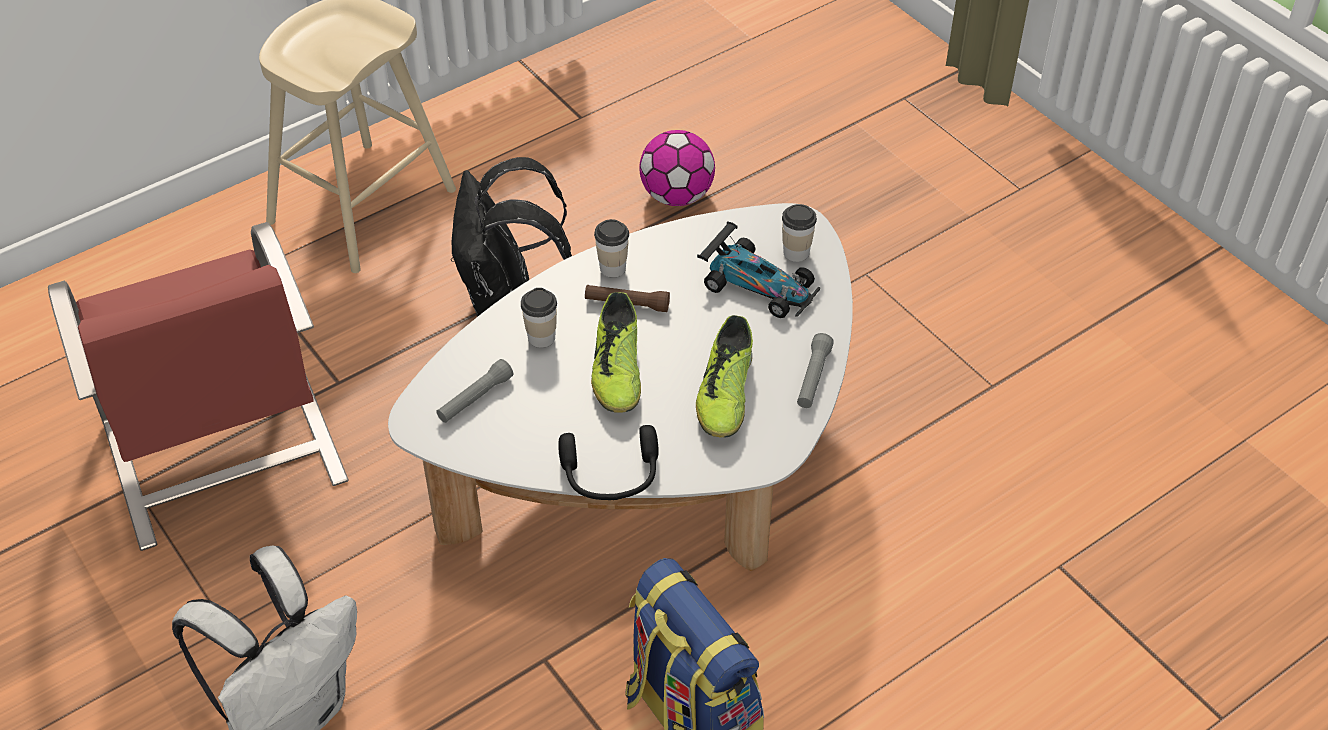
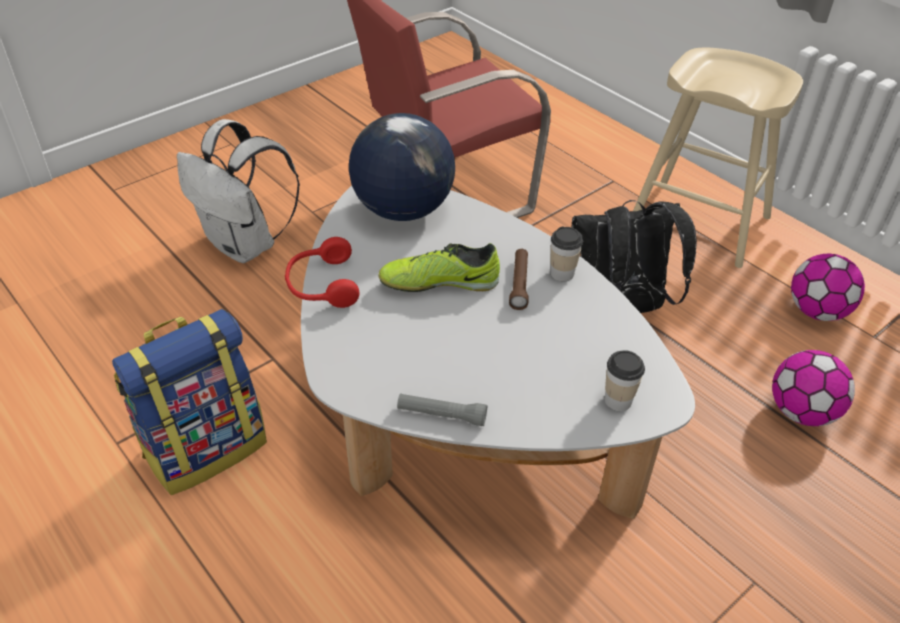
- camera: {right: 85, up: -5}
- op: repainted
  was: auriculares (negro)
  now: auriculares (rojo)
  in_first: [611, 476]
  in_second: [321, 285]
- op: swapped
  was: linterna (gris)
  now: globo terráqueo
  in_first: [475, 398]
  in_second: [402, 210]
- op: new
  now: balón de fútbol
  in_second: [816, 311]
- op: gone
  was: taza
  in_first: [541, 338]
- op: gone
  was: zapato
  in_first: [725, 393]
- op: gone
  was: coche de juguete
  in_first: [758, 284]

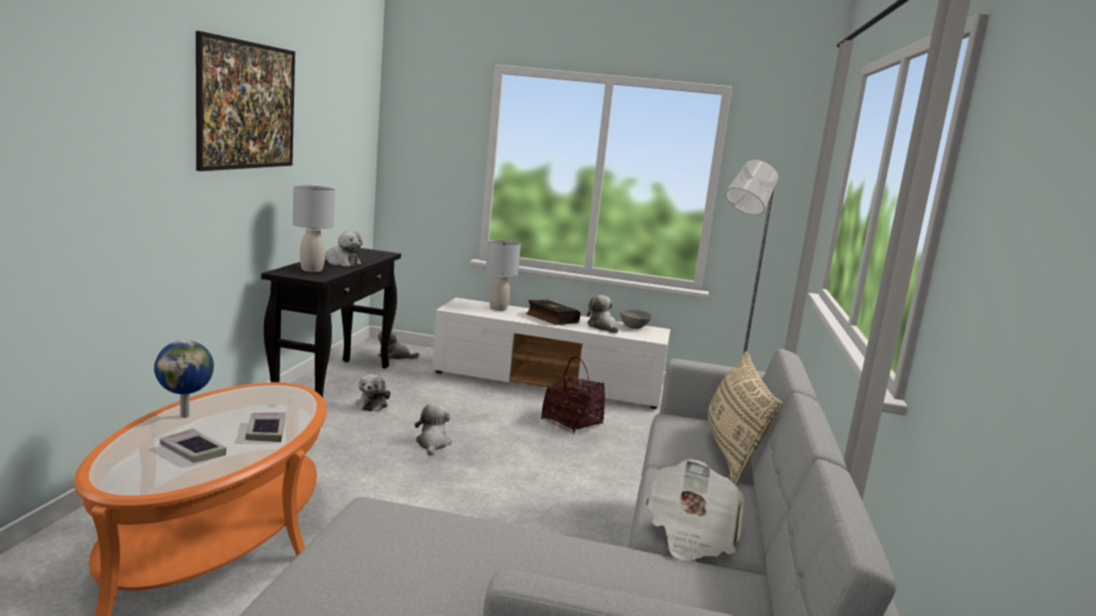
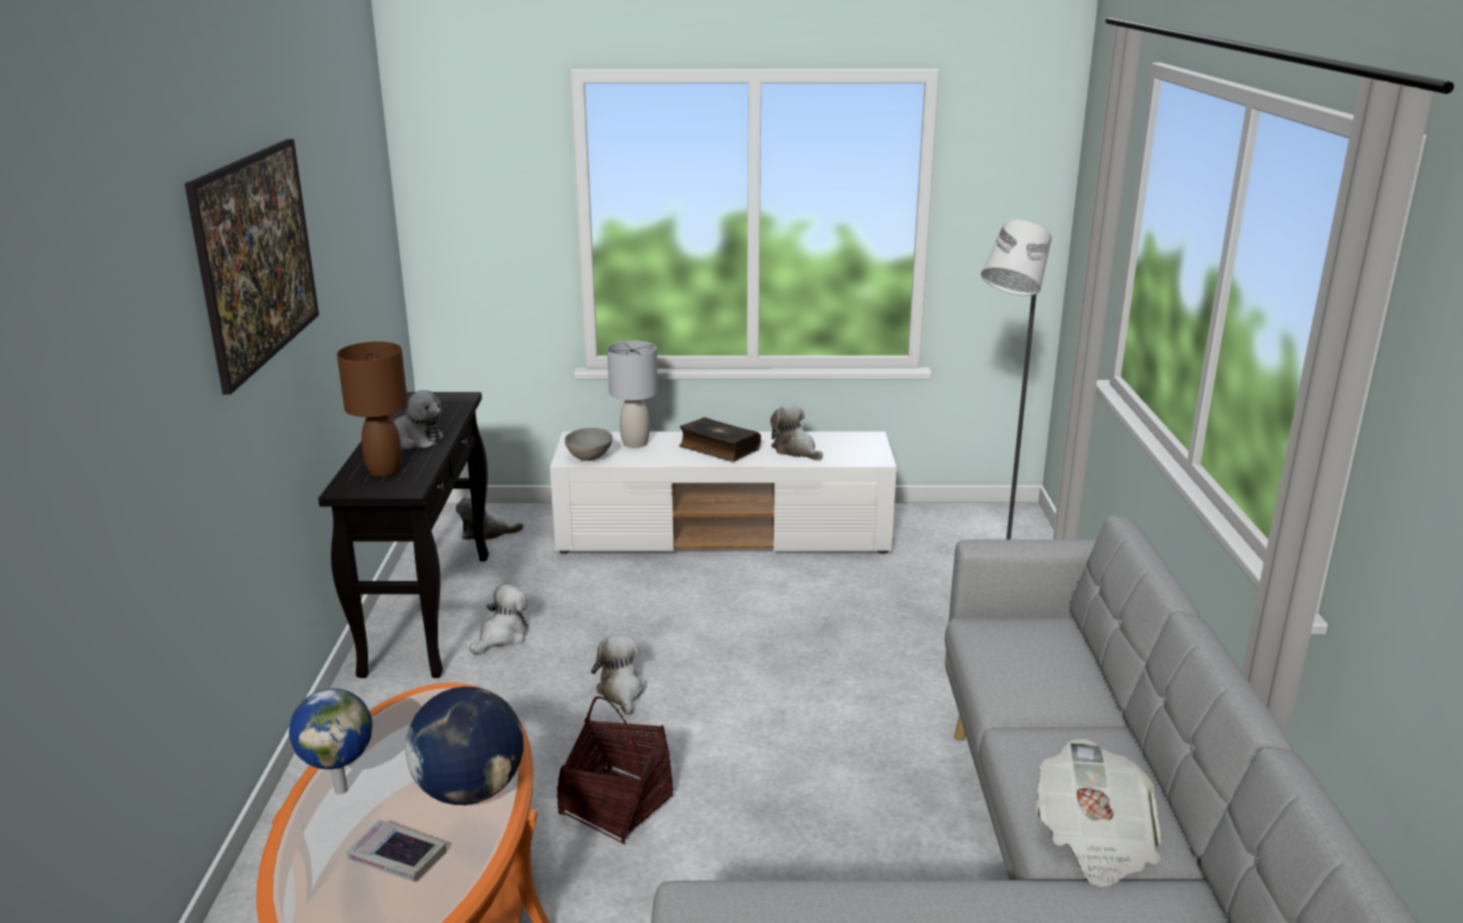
- camera: {right: -10, up: 10}
- op: repainted
  was: lámpara de mesa (gris)
  now: lámpara de mesa (marrón)
  in_first: [312, 270]
  in_second: [385, 470]
- op: swapped
  was: libro
  now: globo terráqueo
  in_first: [265, 431]
  in_second: [470, 791]
- op: rotated
  was: peluche
  in_first: [372, 404]
  in_second: [502, 636]
  clockwise: -135
- op: shifted
  was: cesta
  in_first: [572, 422]
  in_second: [616, 806]
- op: shifted
  was: cuenco (gris)
  in_first: [634, 327]
  in_second: [590, 457]
- op: gone
  was: cojín (beis)
  in_first: [731, 451]

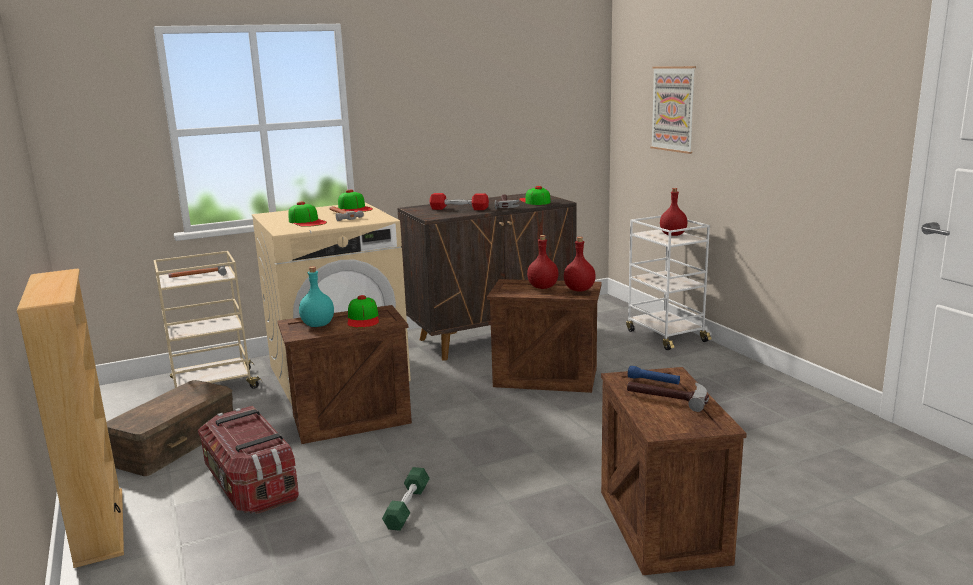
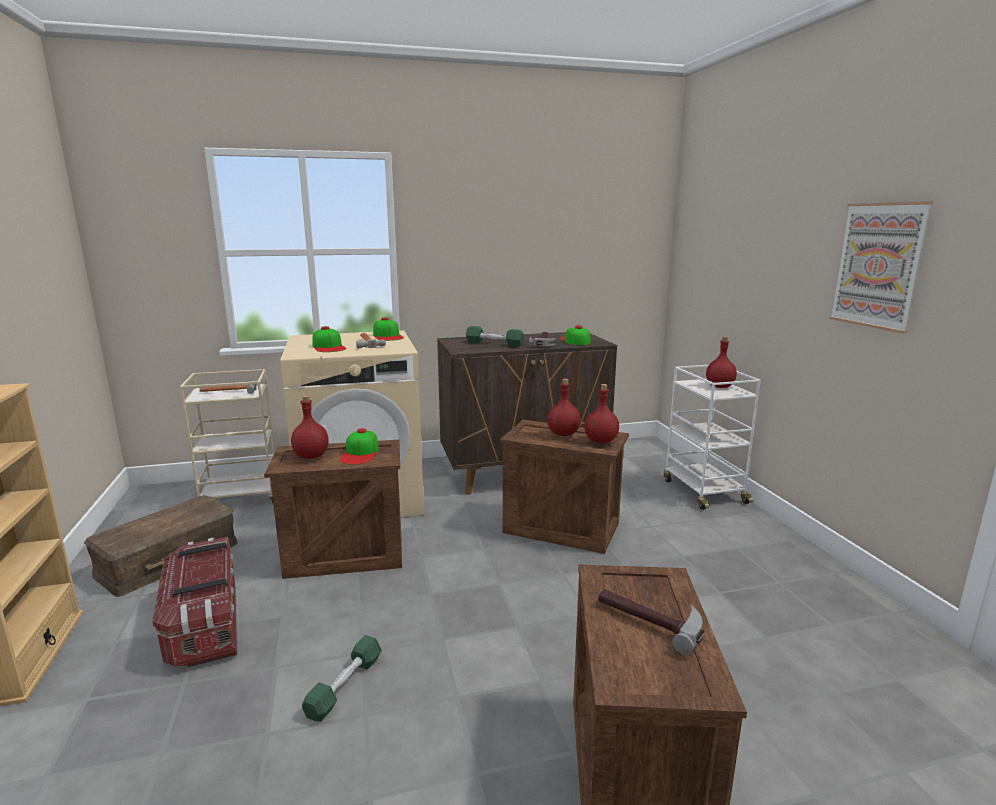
- camera: {right: 10, up: 0}
- op: repainted
  was: botella (turquesa)
  now: botella (rojo)
  in_first: [317, 325]
  in_second: [311, 456]
- op: repainted
  was: mancuerna (rojo)
  now: mancuerna (verde)
  in_first: [459, 209]
  in_second: [494, 343]
- op: shifted
  was: cuadro
  in_first: [673, 109]
  in_second: [878, 265]
- op: gone
  was: linterna (azul)
  in_first: [653, 381]

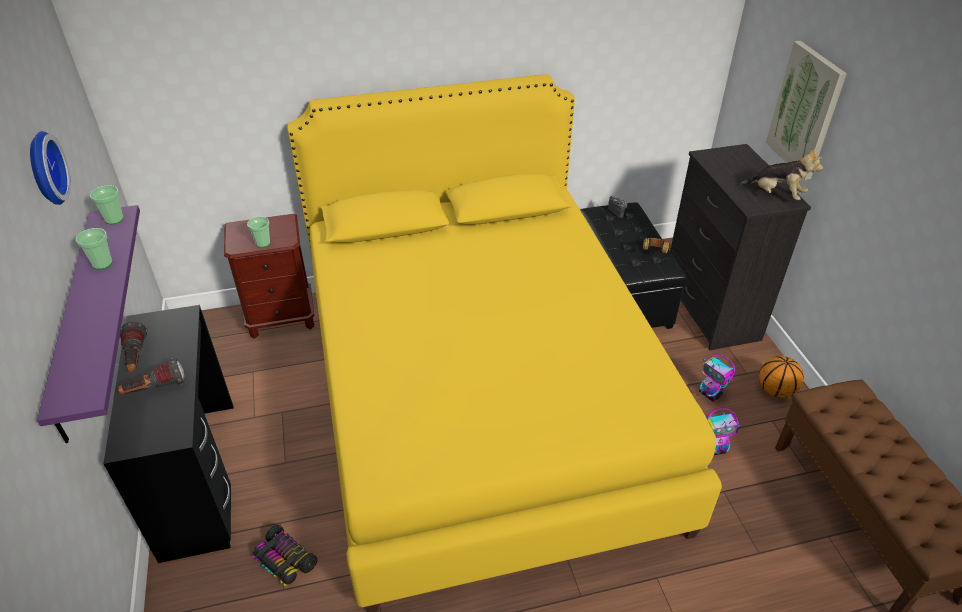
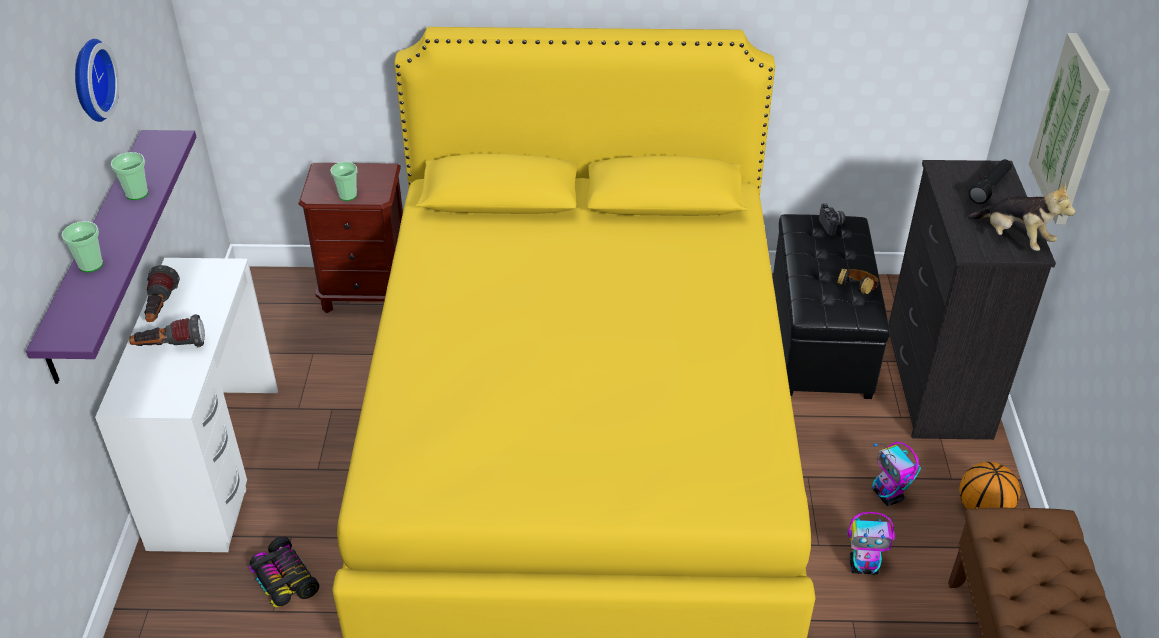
- camera: {right: 15, up: 0}
- op: shifted
  was: taza
  in_first: [114, 219]
  in_second: [91, 265]
- op: repainted
  was: escritorio (negro)
  now: escritorio (blanco)
  in_first: [198, 477]
  in_second: [215, 465]
- op: new
  now: linterna (negro)
  in_second: [990, 187]

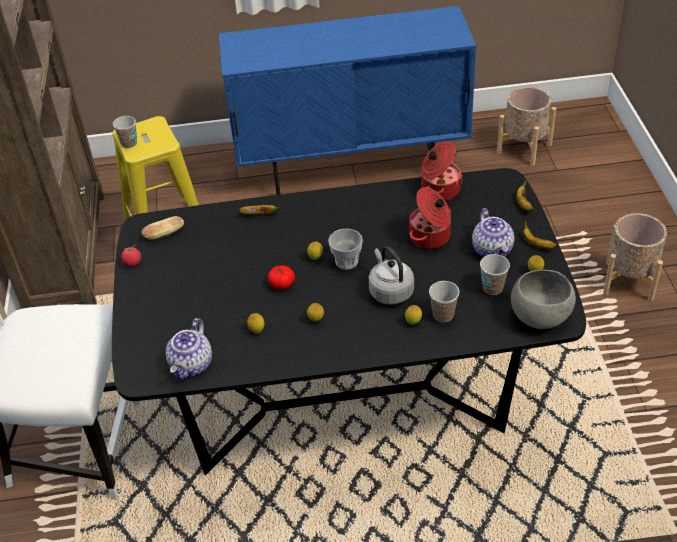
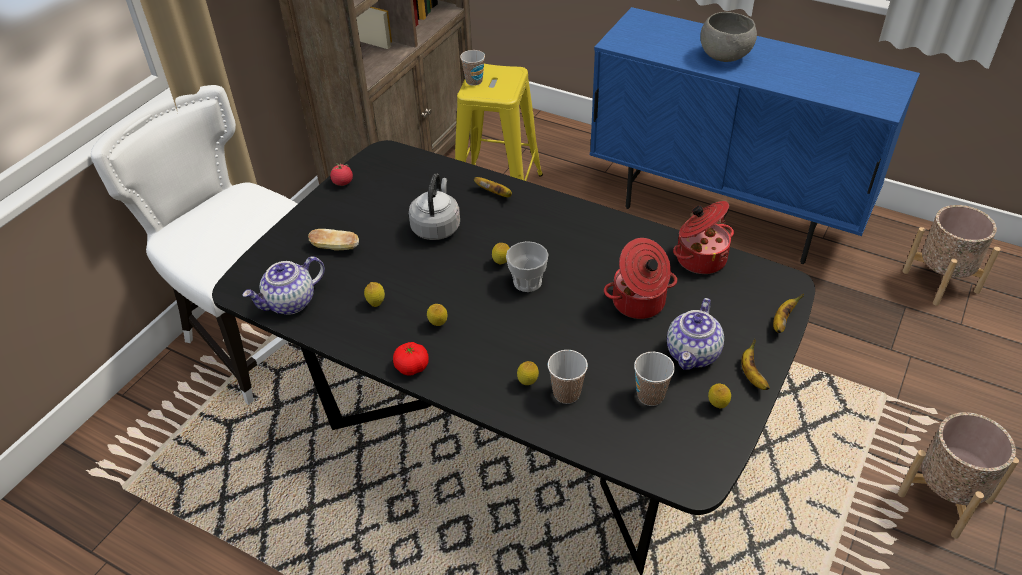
- camera: {right: 35, up: 0}
- op: shifted
  was: pan
  in_first: [164, 234]
  in_second: [335, 247]
- op: shifted
  was: tomate
  in_first: [282, 284]
  in_second: [412, 367]
- op: shifted
  was: hervidor (gris)
  in_first: [390, 291]
  in_second: [436, 227]
- op: shifted
  was: cuenco (gris)
  in_first: [539, 316]
  in_second: [725, 56]

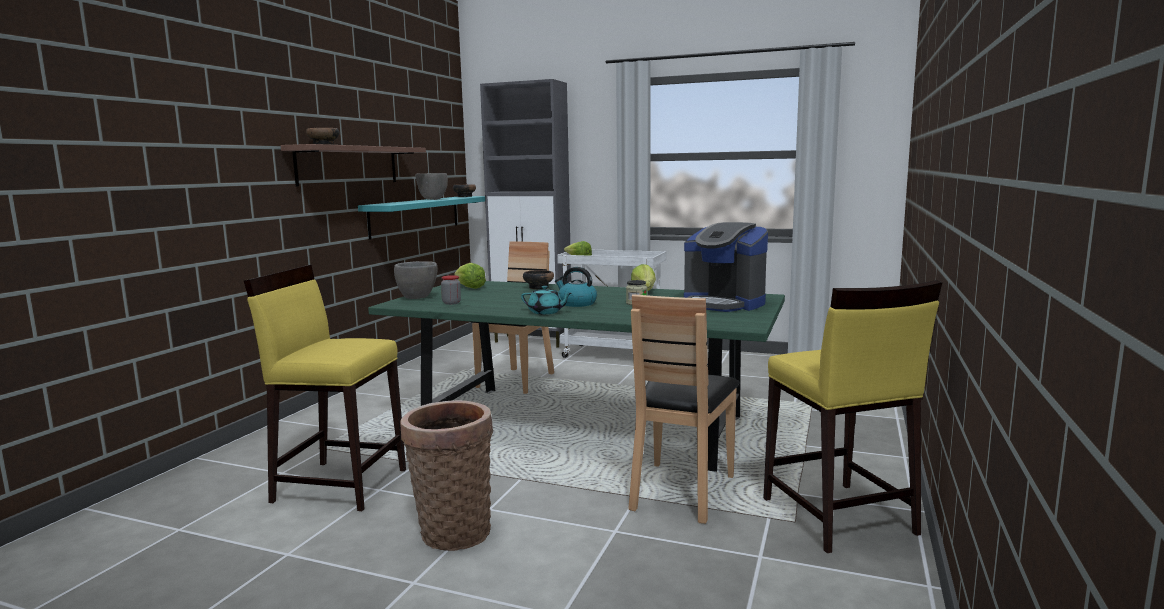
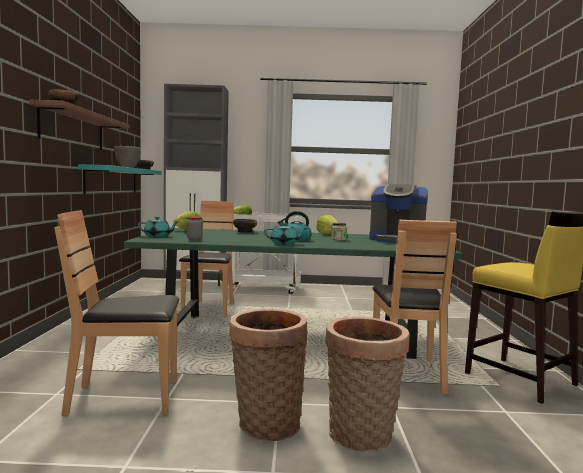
- camera: {right: -20, up: -5}
- op: swapped
  was: taburete (amarillo)
  now: silla (marrón)
  in_first: [340, 484]
  in_second: [125, 398]
- op: swapped
  was: cuenco (gris)
  now: tetera (turquesa)
  in_first: [417, 298]
  in_second: [157, 236]
- op: new
  now: cesta
  in_second: [361, 437]

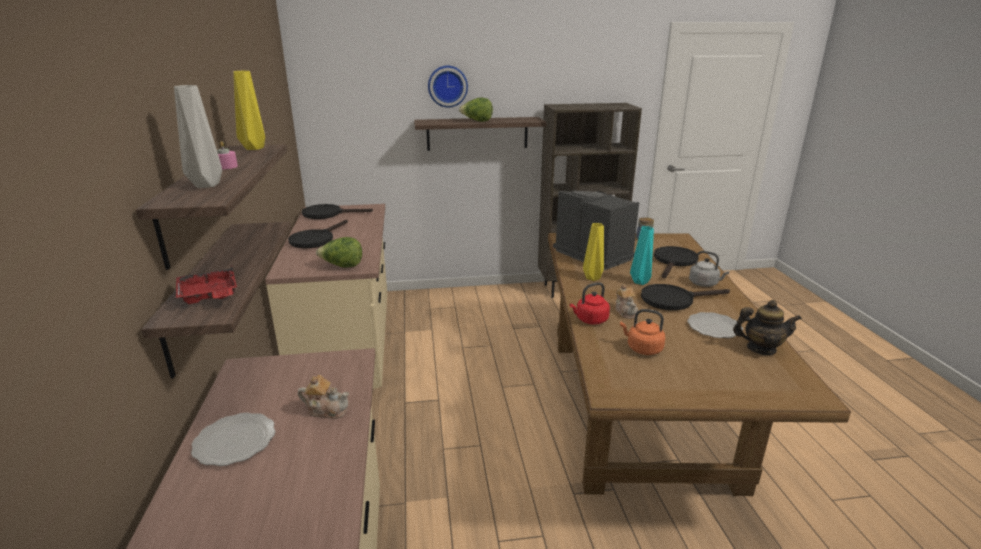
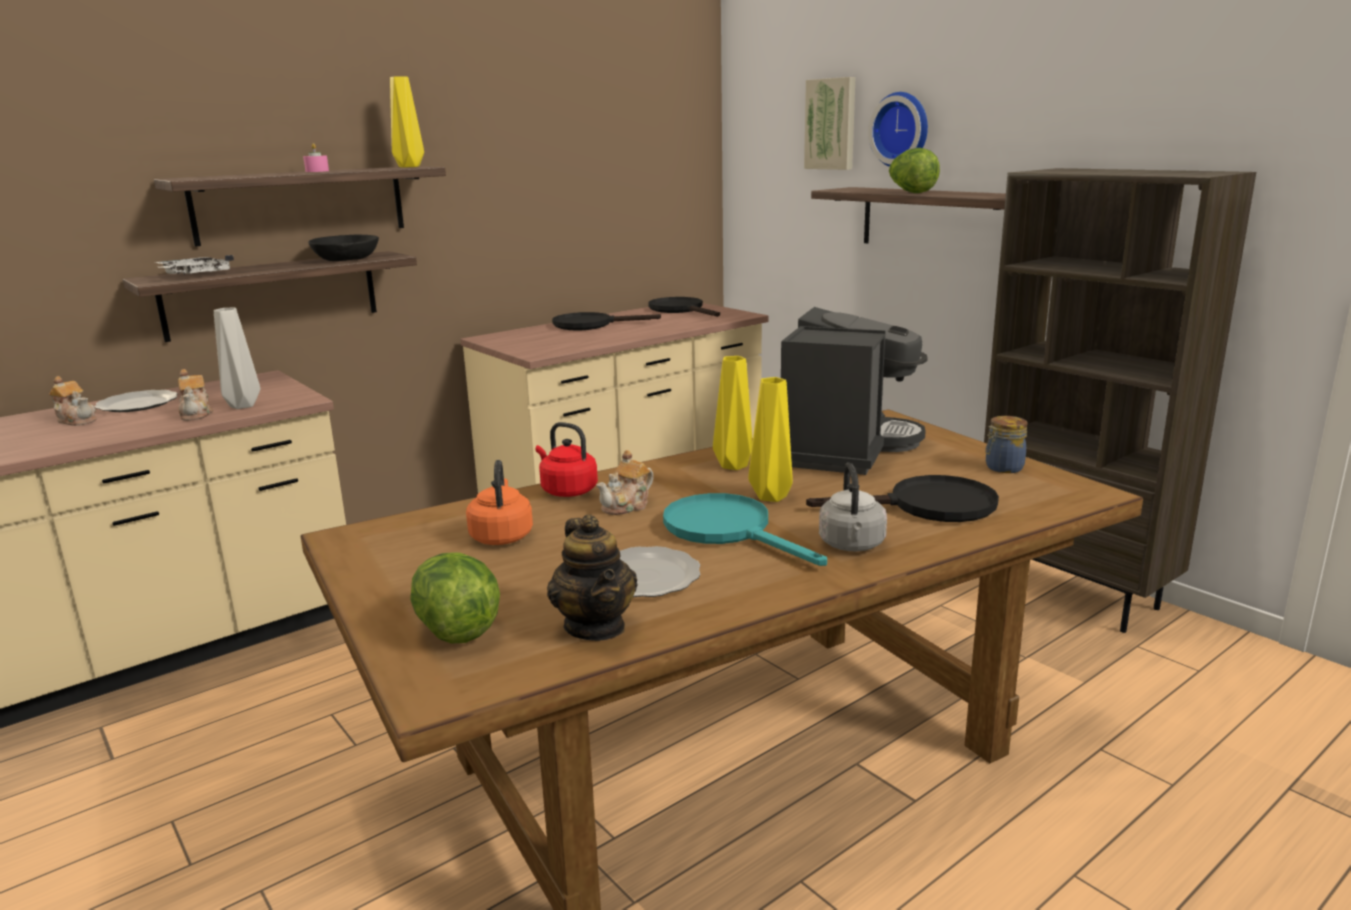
- camera: {right: 60, up: -5}
- op: new
  now: tetera
  in_second: [77, 420]
- op: repainted
  was: bandeja (rojo)
  now: bandeja (blanco)
  in_first: [209, 296]
  in_second: [194, 275]
- op: shifted
  was: florero (gris)
  in_first: [205, 185]
  in_second: [244, 405]
- op: new
  now: cuenco (negro)
  in_second: [346, 259]
- op: shifted
  was: lechuga
  in_first: [342, 266]
  in_second: [456, 628]
- op: repainted
  was: sartén (negro)
  now: sartén (turquesa)
  in_first: [673, 299]
  in_second: [728, 530]
- op: repainted
  was: florero (turquesa)
  now: florero (amarillo)
  in_first: [639, 282]
  in_second: [770, 496]
- op: new
  now: cuadro
  in_second: [831, 124]

